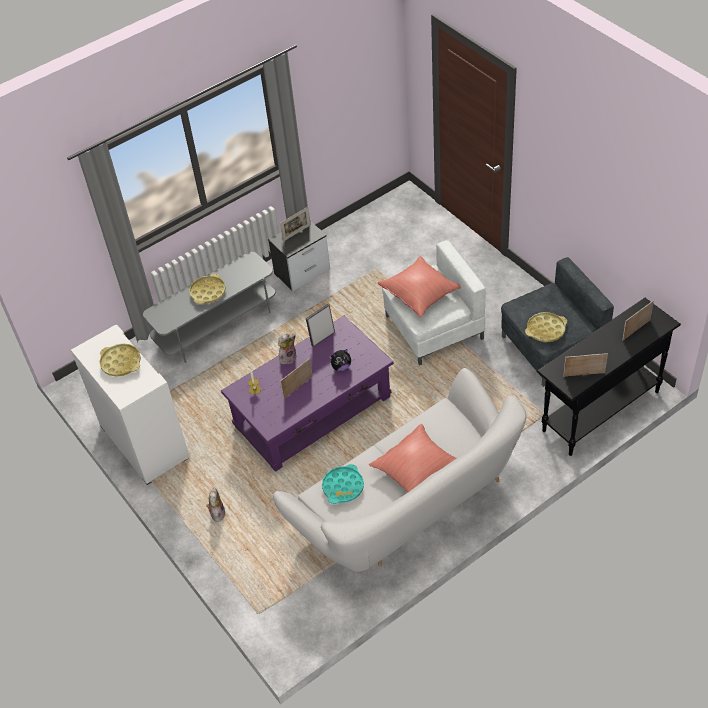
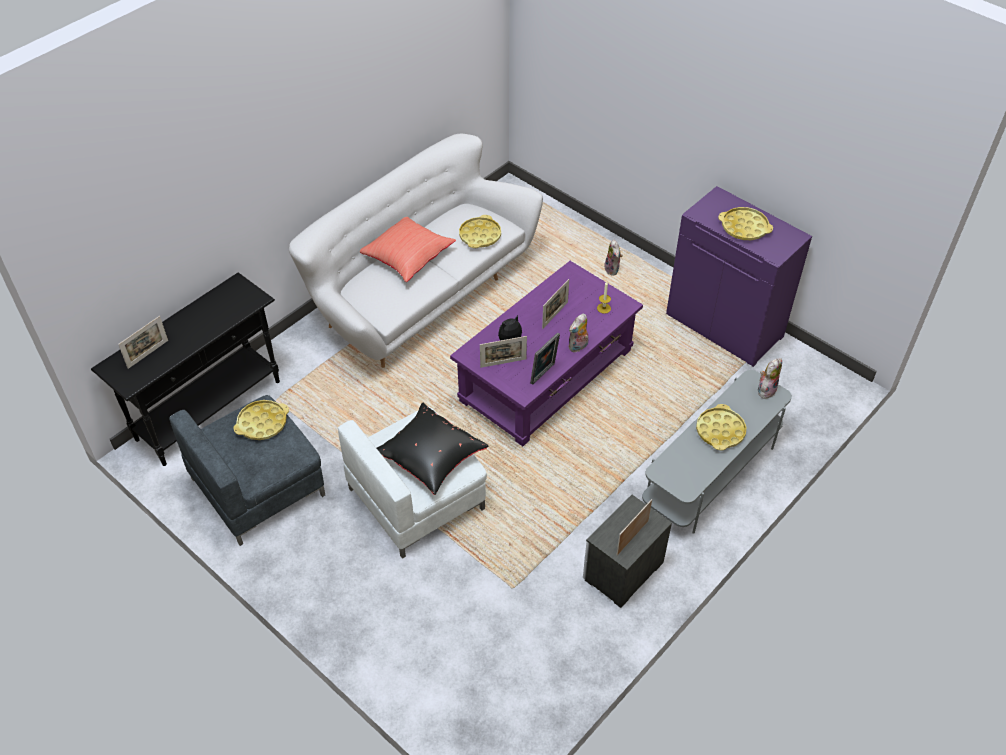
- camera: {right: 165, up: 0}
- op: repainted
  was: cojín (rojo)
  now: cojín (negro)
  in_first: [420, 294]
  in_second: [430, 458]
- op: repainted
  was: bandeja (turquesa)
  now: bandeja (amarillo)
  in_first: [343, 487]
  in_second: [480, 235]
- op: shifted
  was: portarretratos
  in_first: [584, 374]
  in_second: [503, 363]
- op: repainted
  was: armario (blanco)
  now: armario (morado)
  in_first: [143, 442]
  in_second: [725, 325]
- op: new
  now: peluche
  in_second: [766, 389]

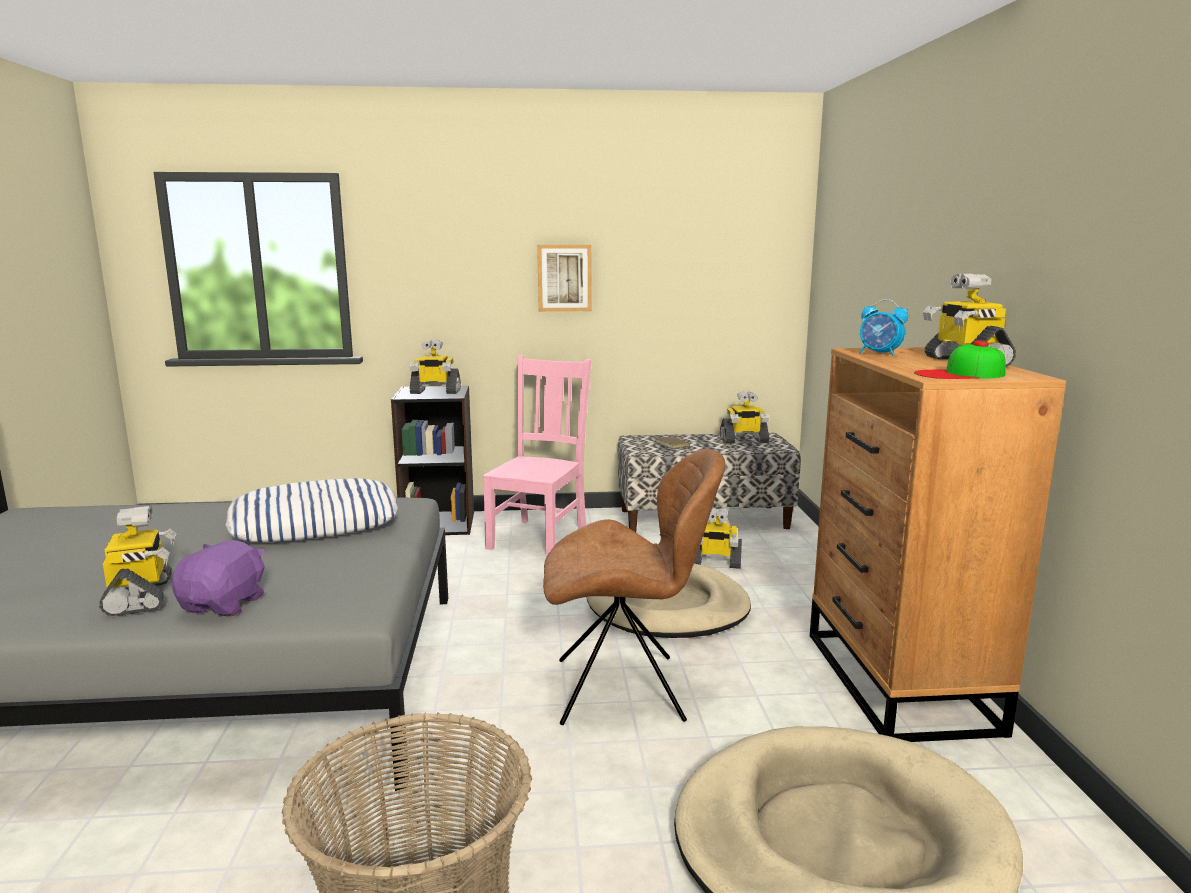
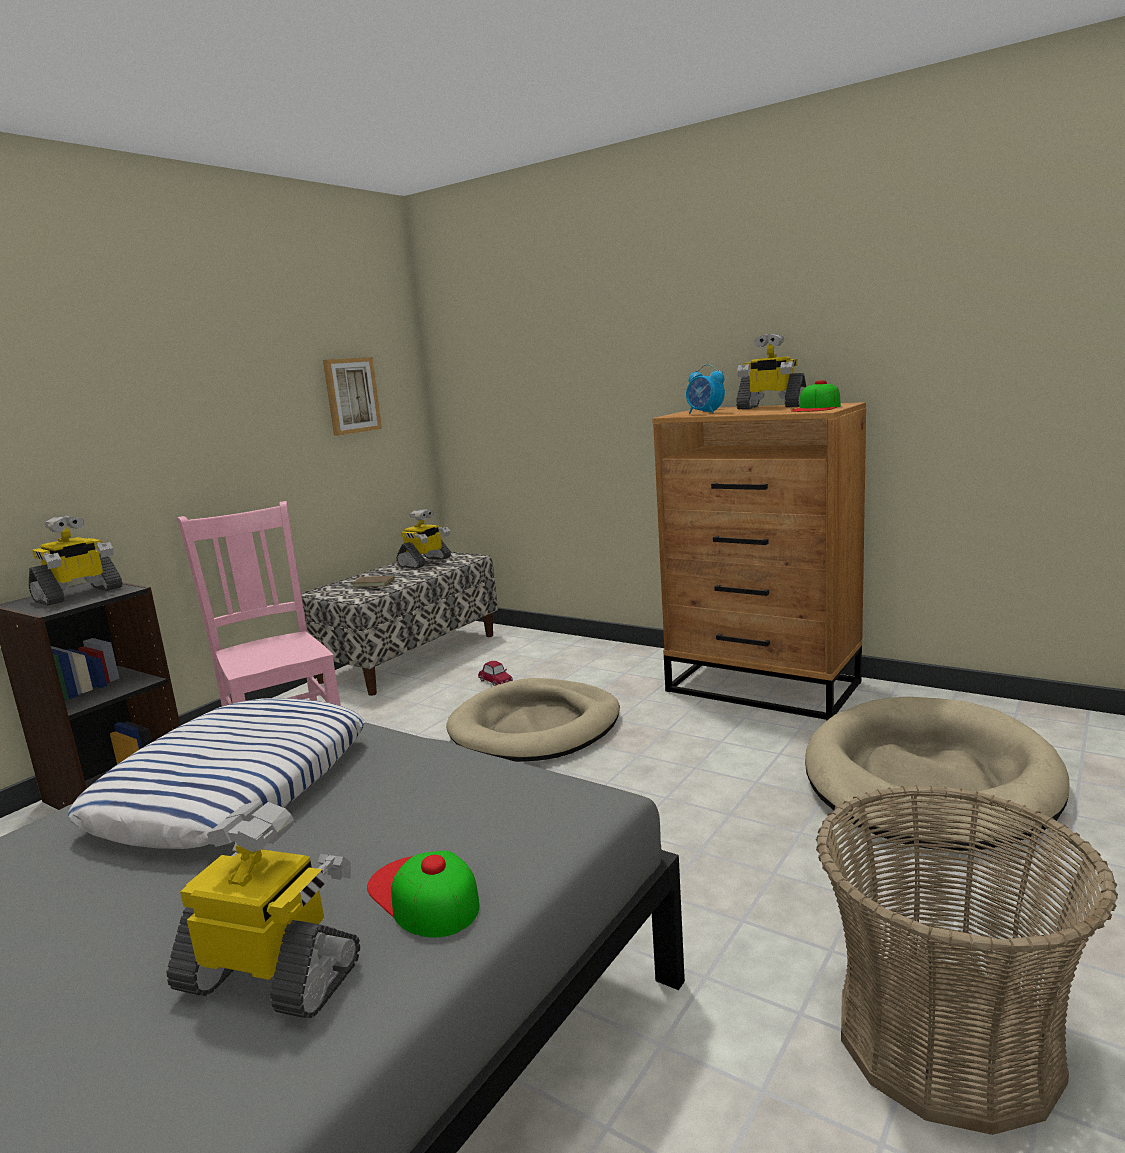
- camera: {right: -50, up: 0}
- op: shifted
  was: cuadro
  in_first: [564, 278]
  in_second: [351, 395]
- op: swapped
  was: peluche (morado)
  now: gorra
  in_first: [225, 604]
  in_second: [423, 895]
- op: swapped
  was: robot de juguete
  now: coche de juguete
  in_first: [715, 562]
  in_second: [496, 681]
- op: rotated
  was: despertador
  in_first: [879, 354]
  in_second: [705, 413]
  clockwise: 60
- op: gone
  was: silla (marrón)
  in_first: [625, 689]

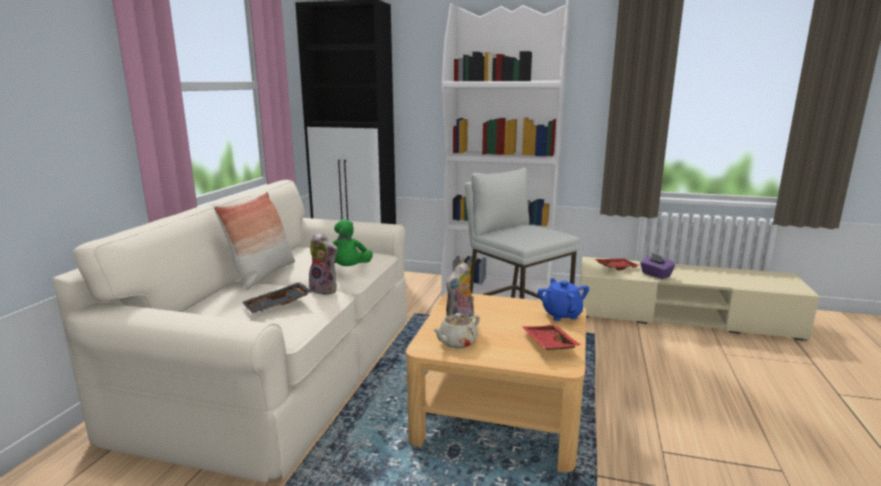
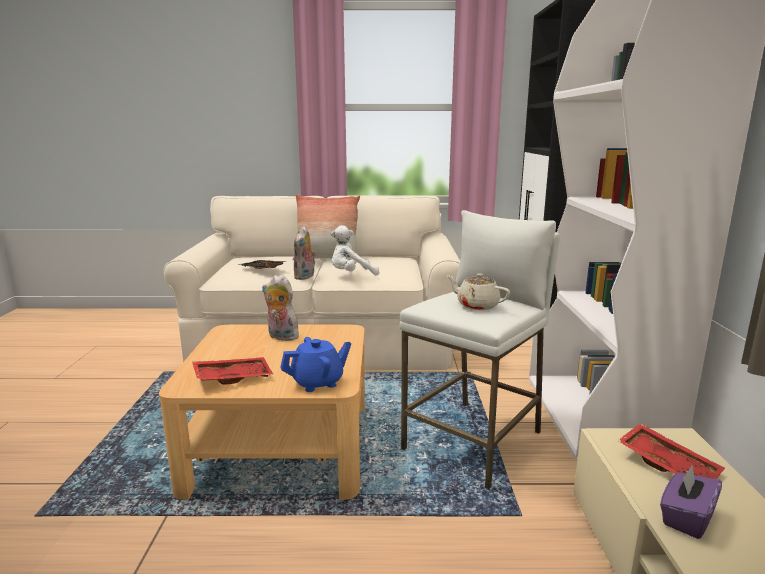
- camera: {right: 75, up: 0}
- op: repainted
  was: peluche (verde)
  now: peluche (blanco)
  in_first: [349, 269]
  in_second: [351, 275]
- op: shifted
  was: tetera (beis)
  in_first: [457, 342]
  in_second: [477, 305]

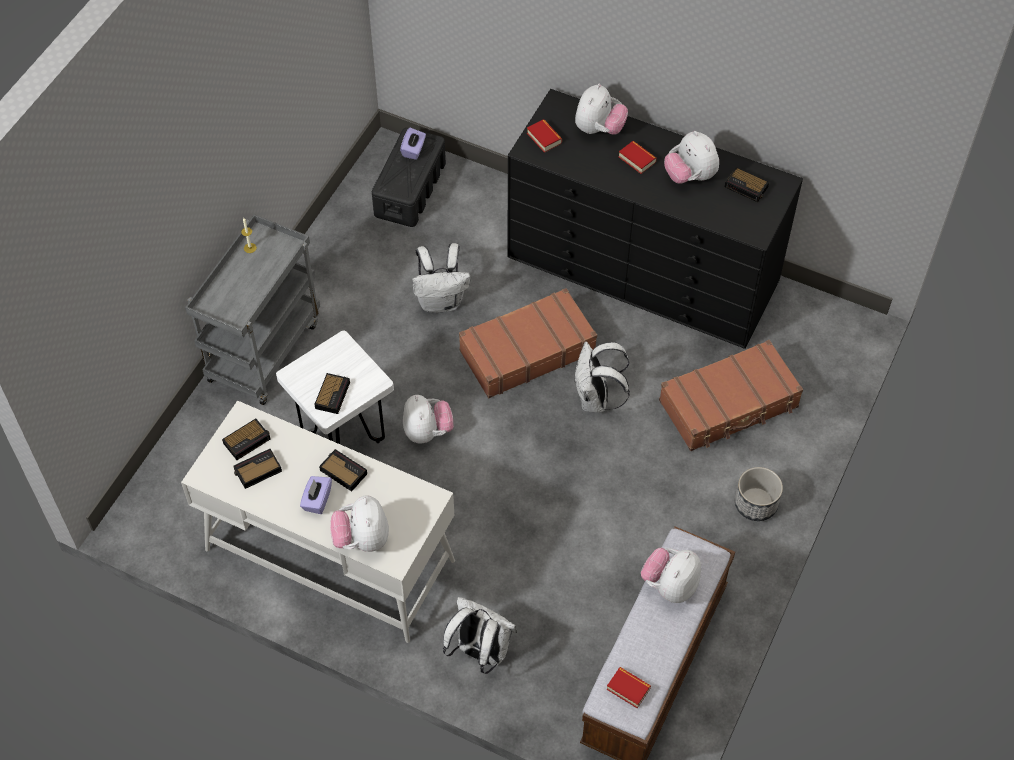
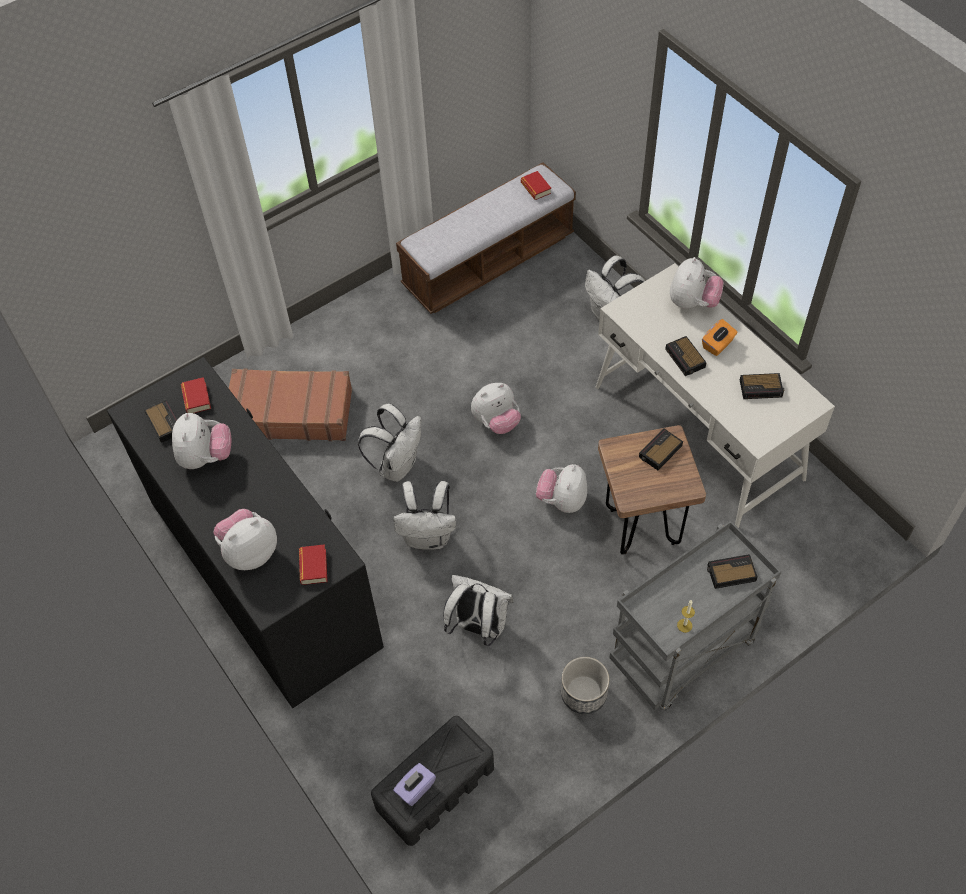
- camera: {right: -150, up: 0}
- op: shifted
  was: libro
  in_first: [637, 159]
  in_second: [196, 398]
- op: swapped
  was: maleta (marrón)
  now: mochila (blanco)
  in_first: [526, 351]
  in_second: [428, 537]
- op: shifted
  was: peluche
  in_first: [670, 585]
  in_second: [496, 422]
- op: shifted
  was: maceta
  in_first: [755, 503]
  in_second: [584, 694]
- op: repainted
  was: taburete (blanco)
  now: taburete (marrón)
  in_first: [344, 438]
  in_second: [641, 526]
- op: repainted
  was: caja de pañuelos (morado)
  now: caja de pañuelos (naranja)
  in_first: [317, 500]
  in_second: [718, 345]
- op: shifted
  was: despertador
  in_first: [247, 440]
  in_second: [730, 573]

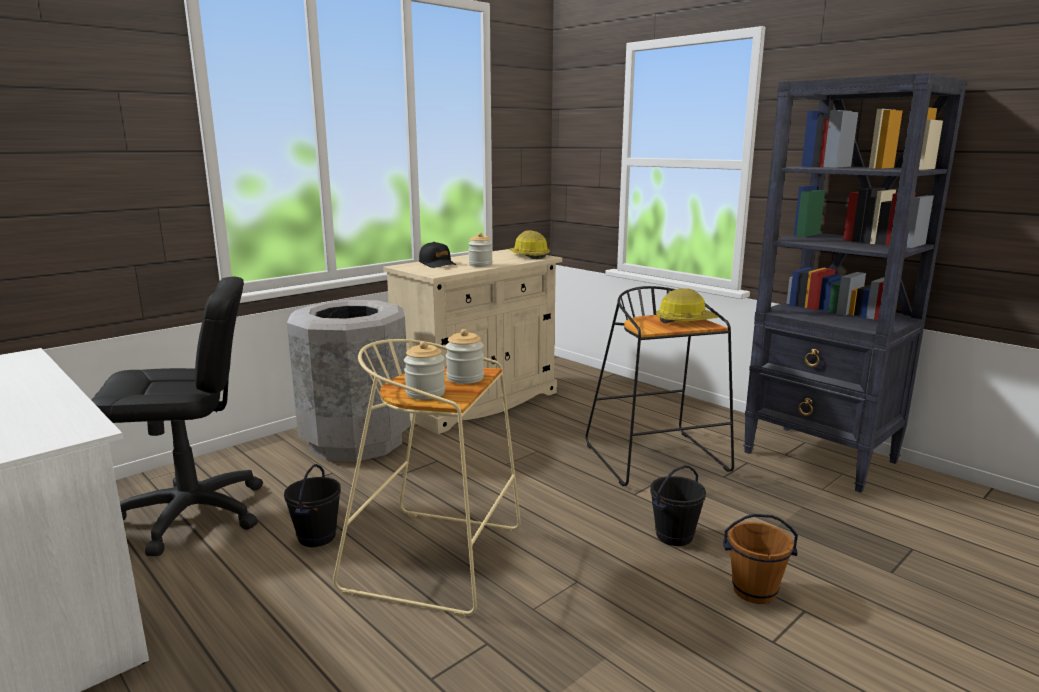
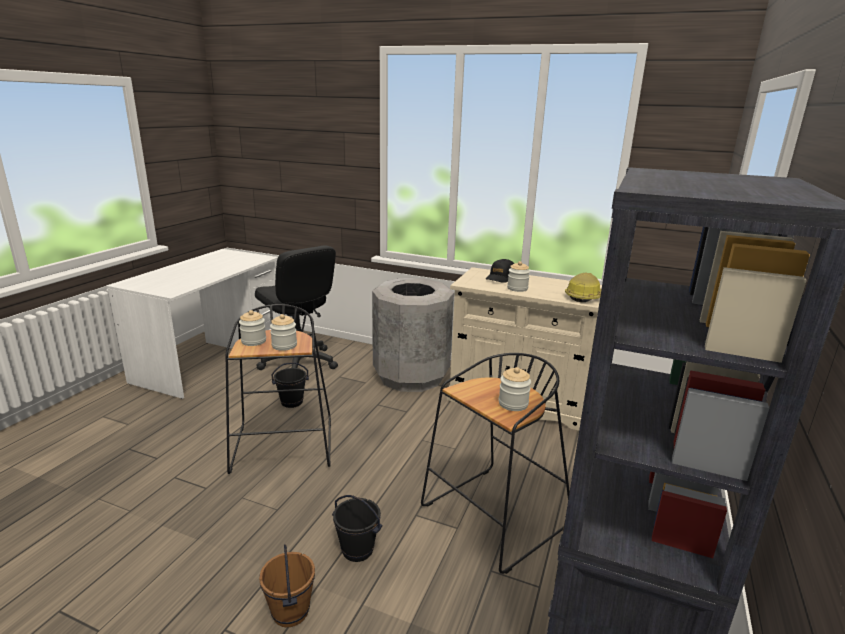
- camera: {right: 65, up: 5}
- op: repainted
  was: taburete (beis)
  now: taburete (negro)
  in_first: [438, 559]
  in_second: [284, 447]
- op: swapped
  was: casco
  now: tarro
  in_first: [685, 321]
  in_second: [513, 404]

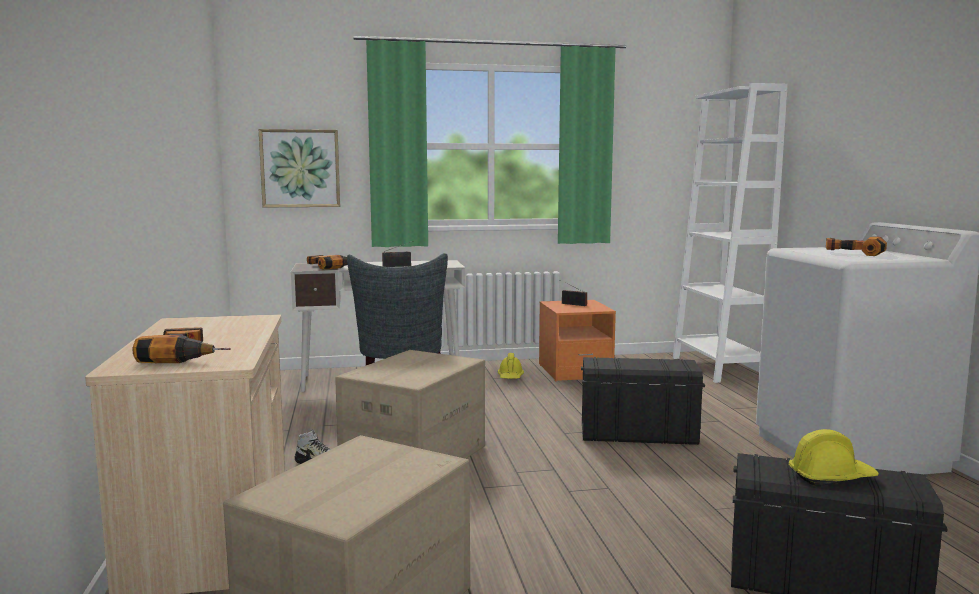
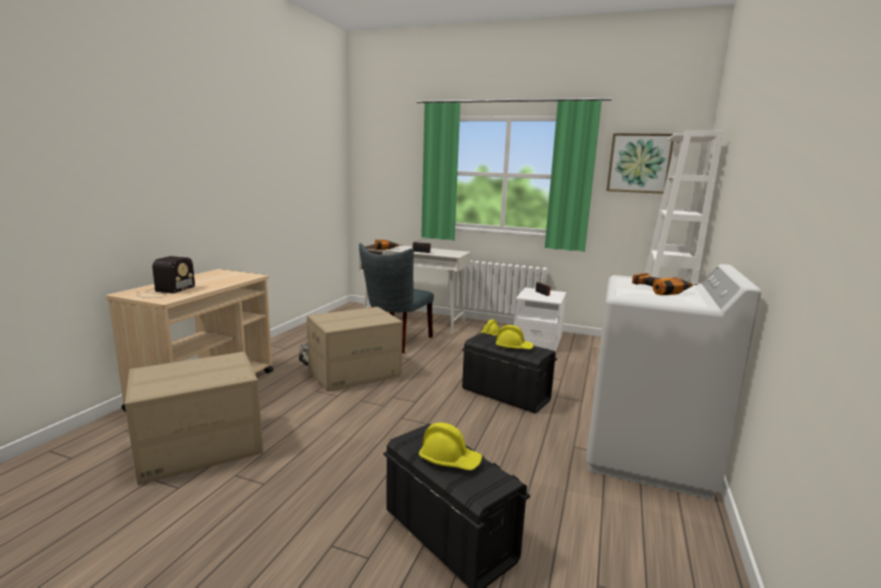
- camera: {right: 30, up: 5}
- op: swapped
  was: taladro
  now: radio
  in_first: [186, 355]
  in_second: [164, 291]
- op: new
  now: casco (amarillo)
  in_second: [513, 347]
- op: repainted
  was: mesita de noche (naranja)
  now: mesita de noche (blanco)
  in_first: [574, 371]
  in_second: [537, 341]
- op: shifted
  was: cuadro
  in_first: [300, 168]
  in_second: [639, 163]

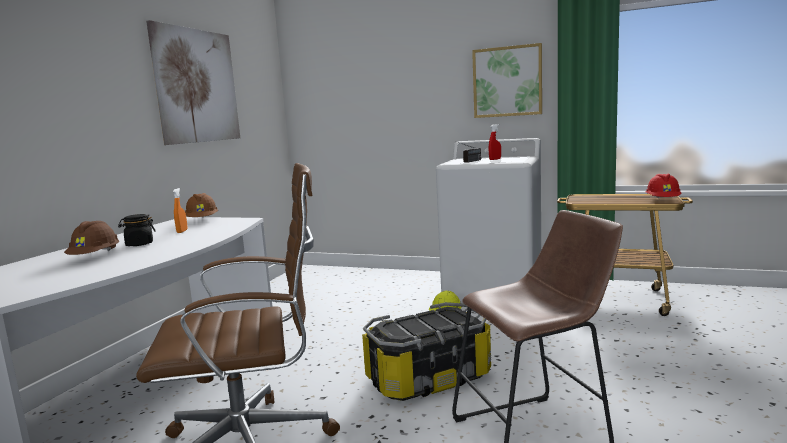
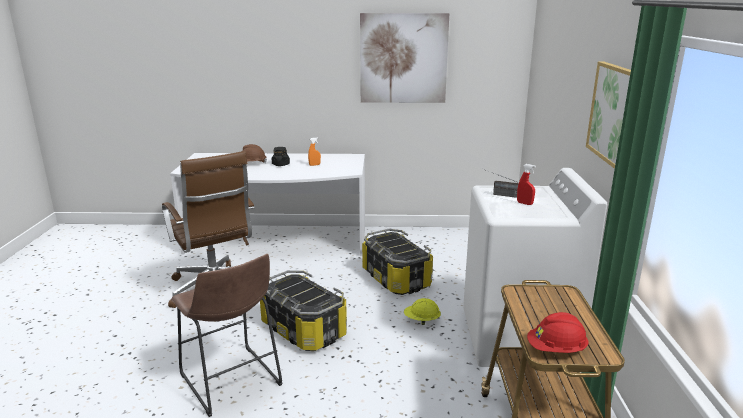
- camera: {right: 70, up: 10}
- op: new
  now: caja de almacenaje
  in_second: [396, 278]
- op: gone
  was: casco (marrón)
  in_first: [202, 221]

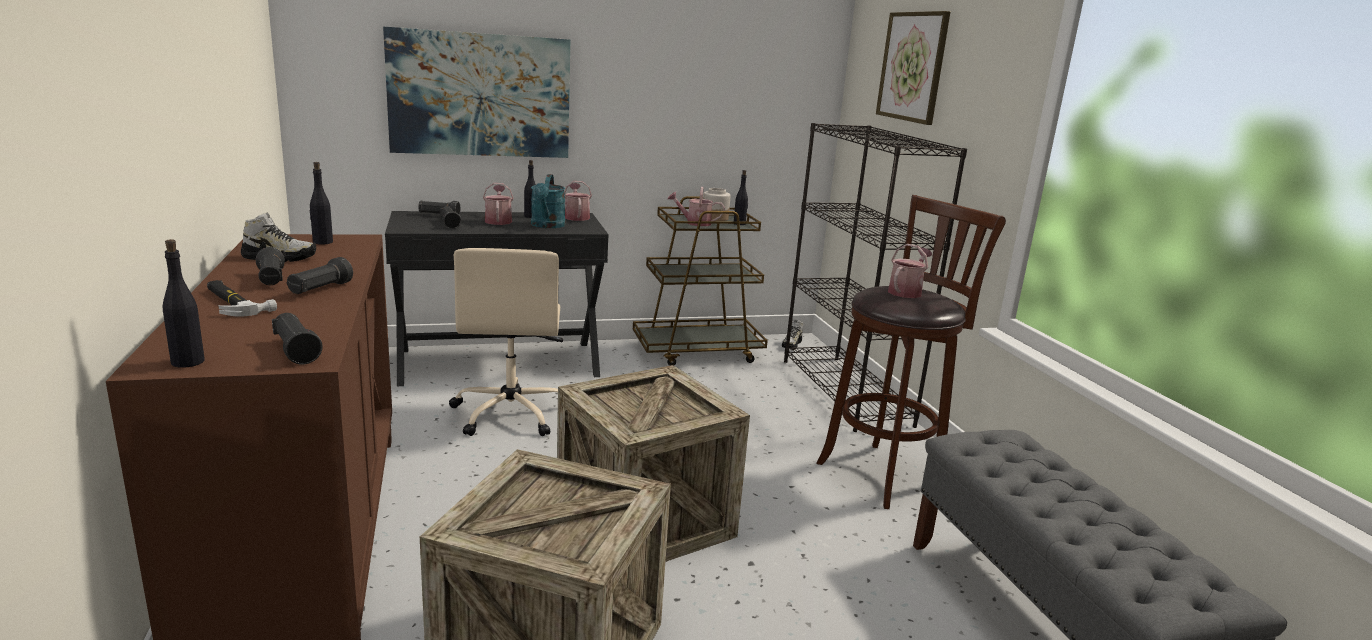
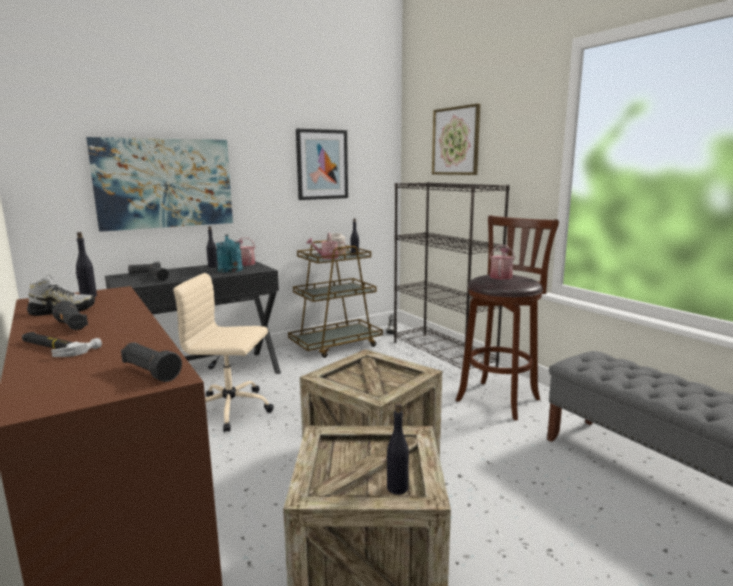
- camera: {right: -15, up: -5}
- op: rotated
  was: silla de oficina (beis)
  in_first: [511, 413]
  in_second: [232, 410]
  clockwise: 120
- op: new
  now: cuadro
  in_second: [322, 164]
- op: shifted
  was: botella (negro)
  in_first: [188, 362]
  in_second: [397, 488]
- op: gone
  was: linterna (negro)
  in_first: [320, 289]
- op: gone
  was: regadera
  in_first: [498, 220]

